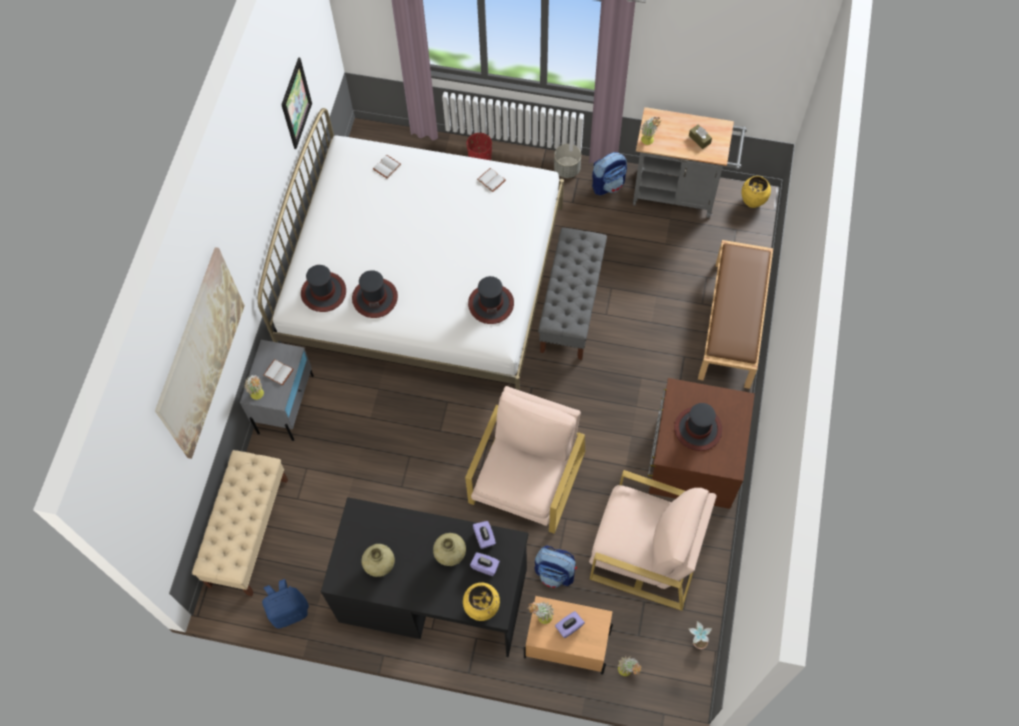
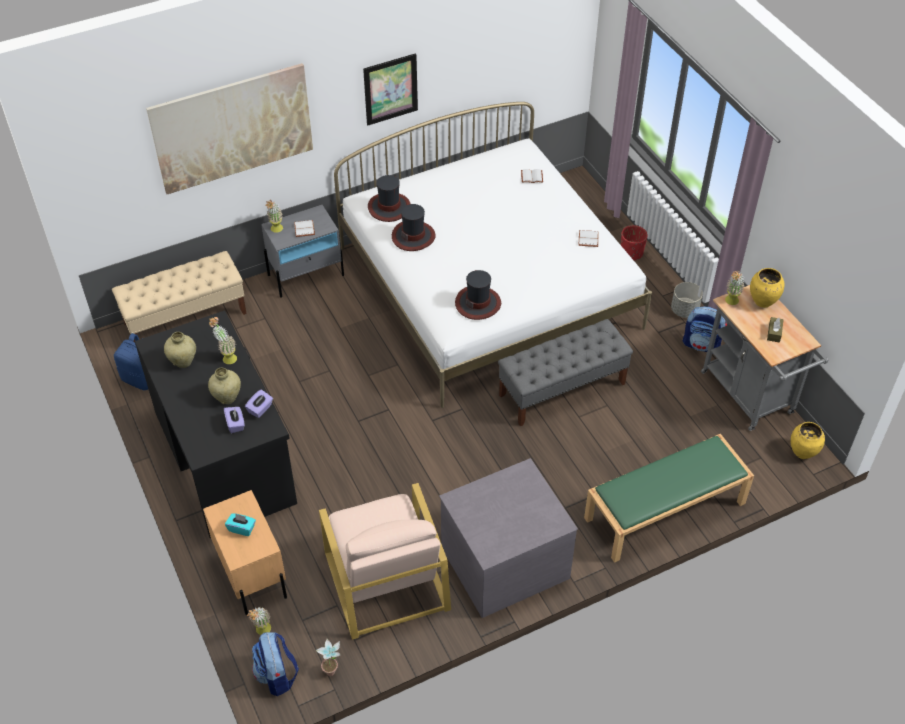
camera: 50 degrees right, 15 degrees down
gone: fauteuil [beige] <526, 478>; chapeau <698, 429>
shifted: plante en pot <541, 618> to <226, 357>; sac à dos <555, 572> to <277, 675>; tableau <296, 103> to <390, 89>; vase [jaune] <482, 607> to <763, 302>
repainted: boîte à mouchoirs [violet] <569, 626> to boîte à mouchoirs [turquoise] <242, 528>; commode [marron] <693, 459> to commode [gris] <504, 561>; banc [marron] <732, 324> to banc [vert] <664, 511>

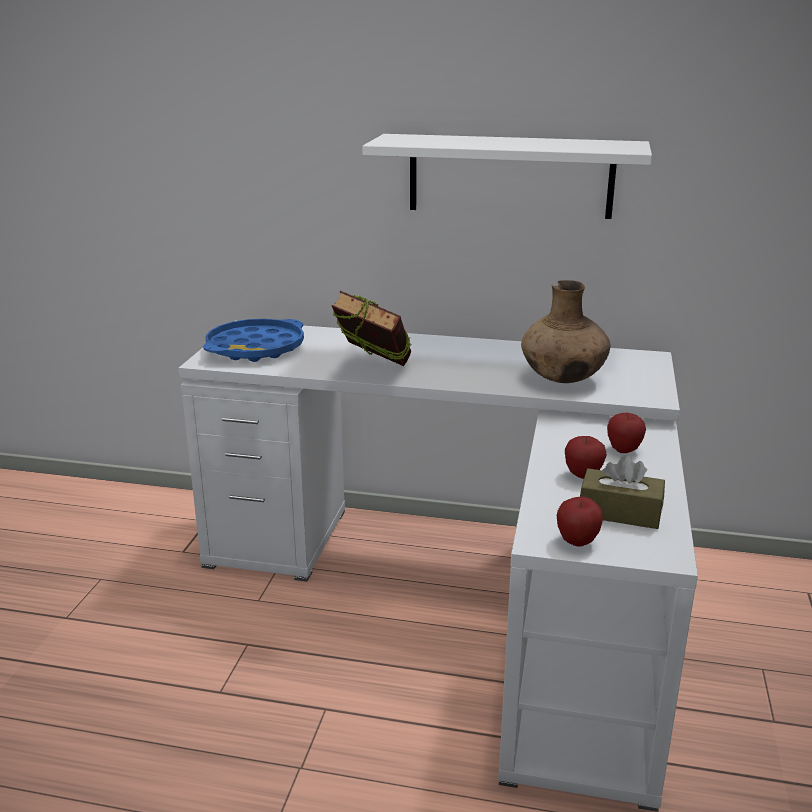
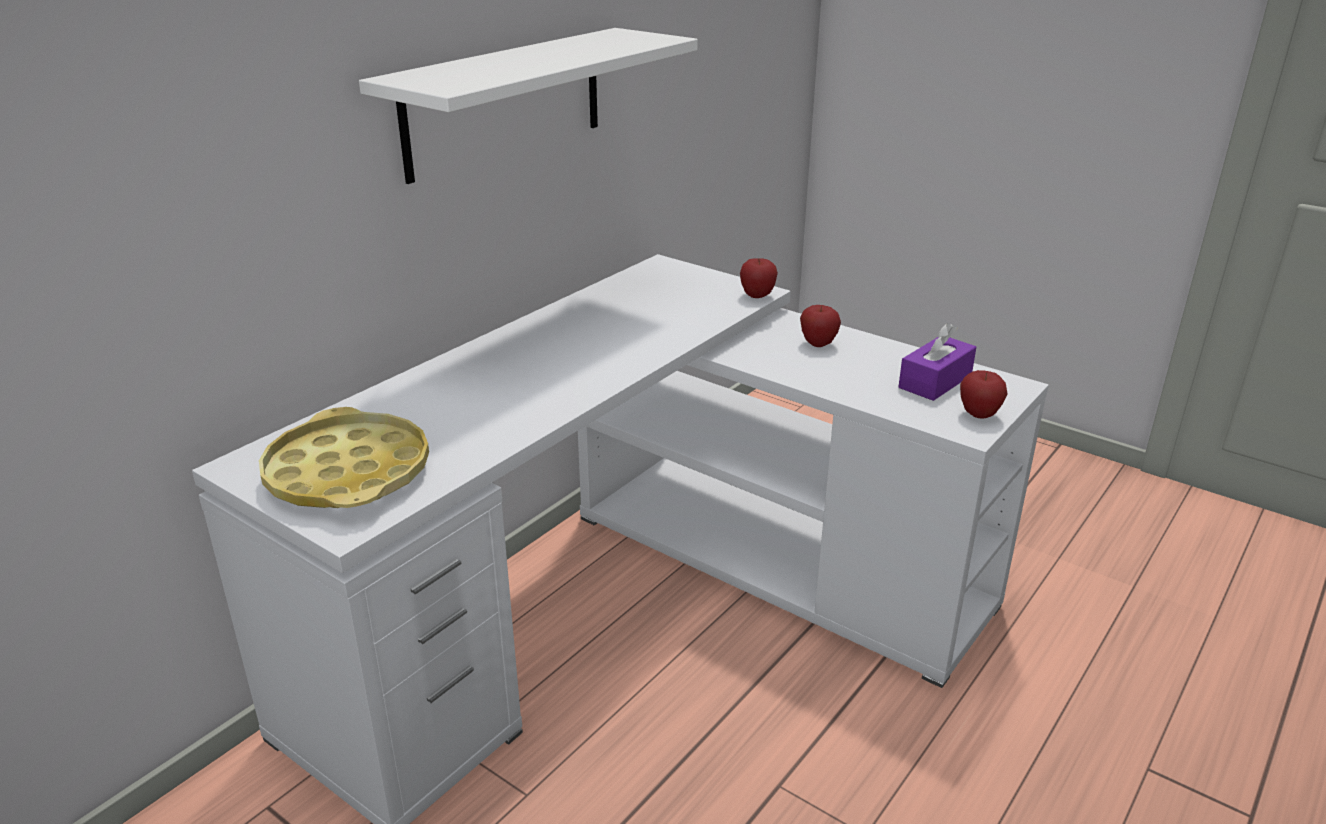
camera: 65 degrees left, 5 degrees up
gone: livre <373, 371>; vase [marron] <563, 379>
shifted: pomme <583, 476> to <757, 296>
repainted: plateau [bleu] <256, 348> to plateau [jaune] <348, 473>; boîte à mouchoirs [marron] <620, 512> to boîte à mouchoirs [violet] <935, 381>

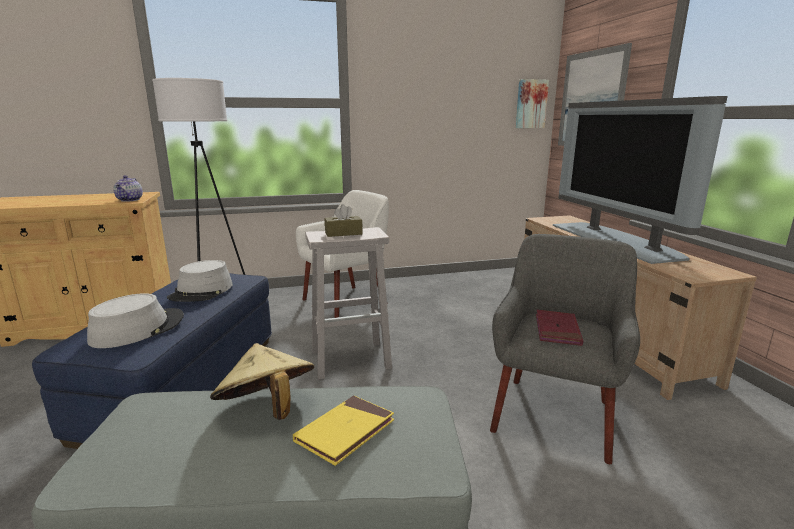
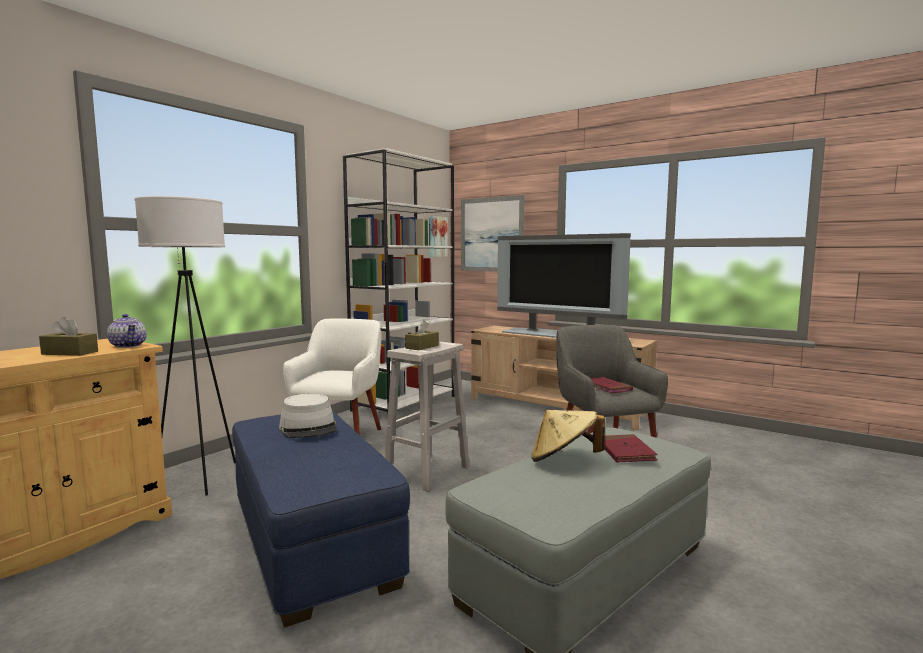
camera: 40 degrees left, 10 degrees down
gone: chapeau [gris] <138, 329>
new: boîte à mouchoirs [marron] <70, 353>; bibliothèque [blanc] <404, 403>
repainted: livre [jaune] <345, 432> to livre [rouge] <625, 452>

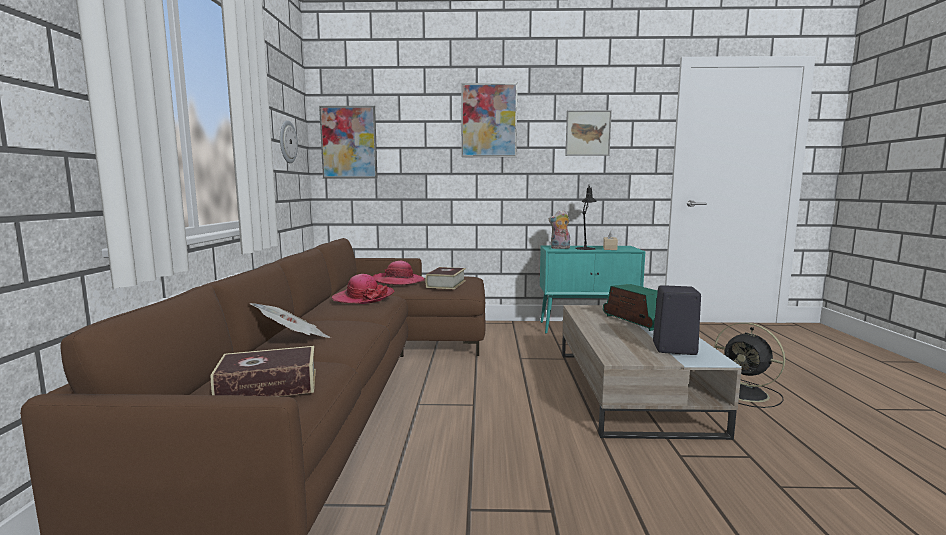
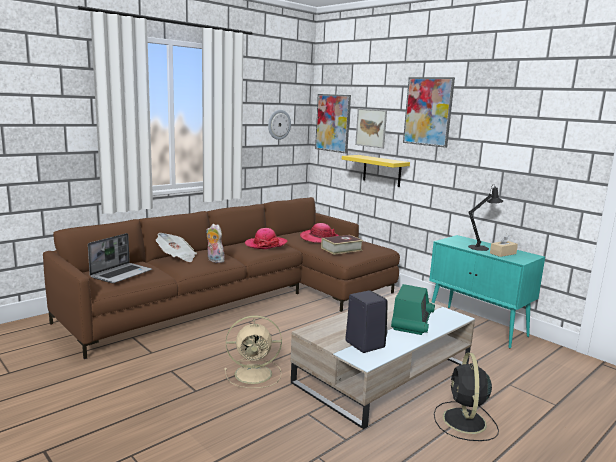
camera: 45 degrees right, 5 degrees up
new: ventilateur [beige] <255, 374>; étagère [jaune] <382, 170>
shifted: peluche <560, 248> to <214, 260>; tableau <588, 133> to <371, 128>
swapped: livre <268, 386> to ordinateur portable <121, 274>

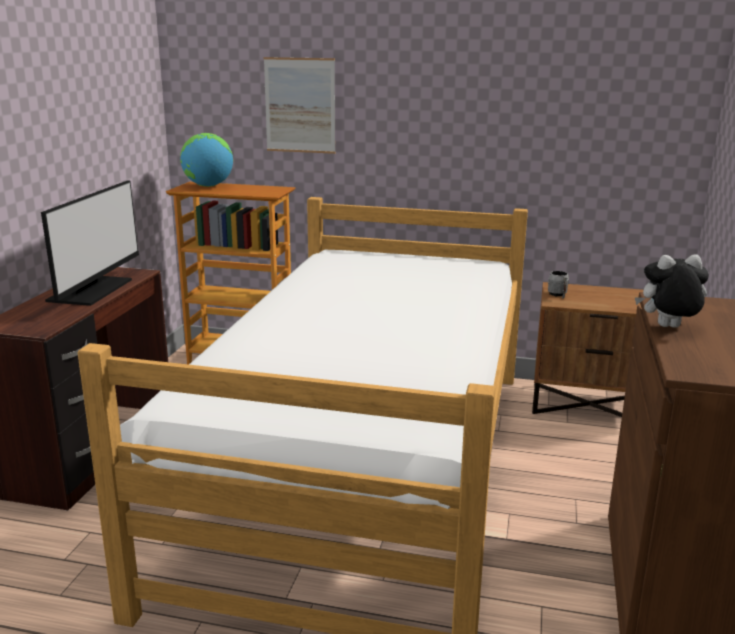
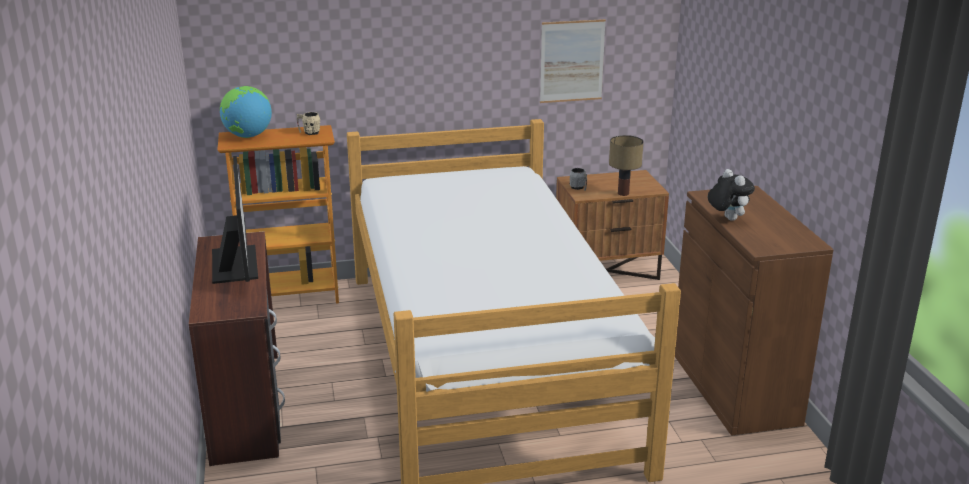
camera: 25 degrees left, 5 degrees up
new: mug [beige] <309, 132>; lampe de table <624, 193>
shifted: tableau <300, 105> to <572, 61>
rotated: peluche <668, 328> = <727, 218> 90 degrees clockwise

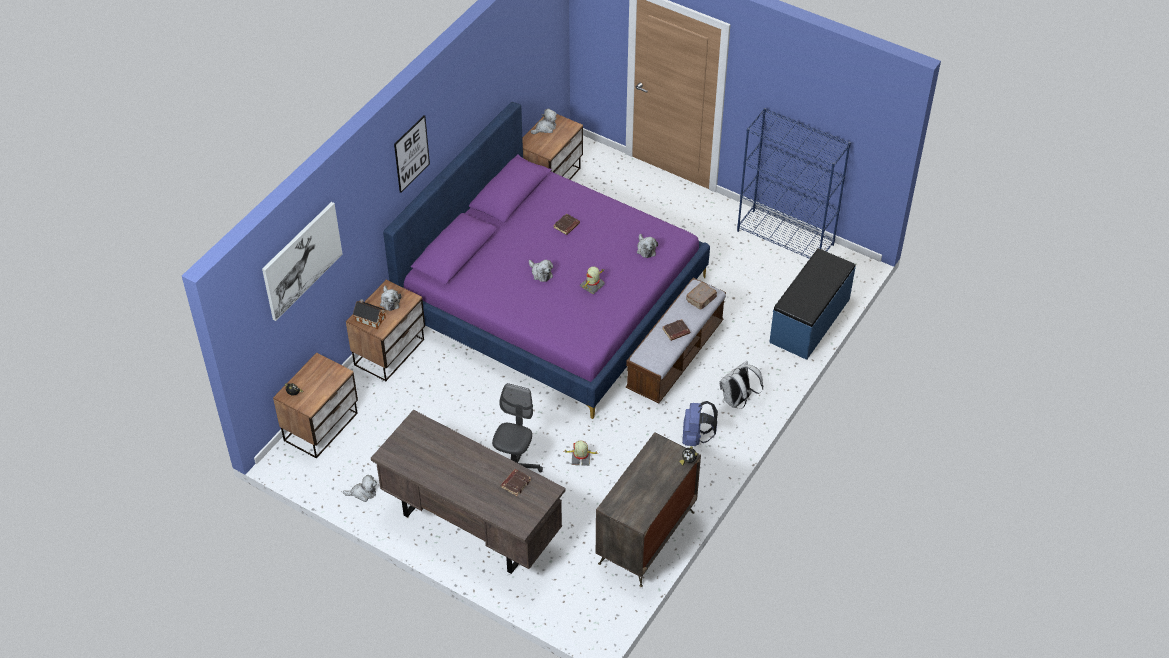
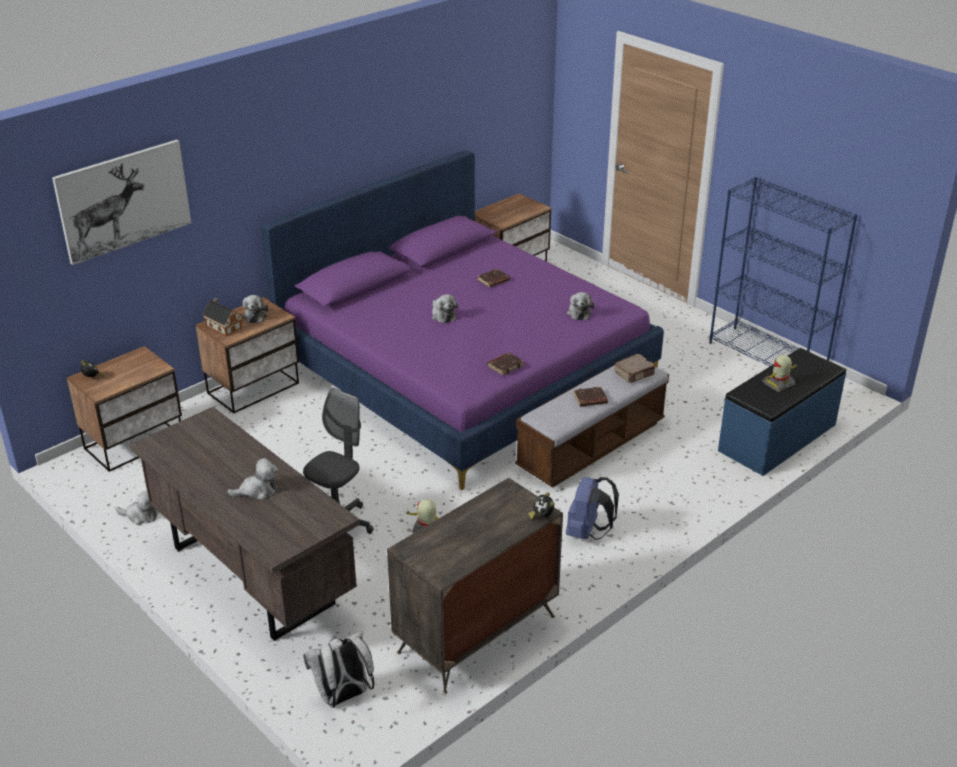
camera: 15 degrees right, 15 degrees down
gone: tableau <411, 153>
shifted: peluche <545, 128> to <257, 490>; sac à dos [blanc] <737, 400> to <343, 696>; livre [marron] <515, 483> to <505, 365>; robot jouet <592, 286> to <778, 384>

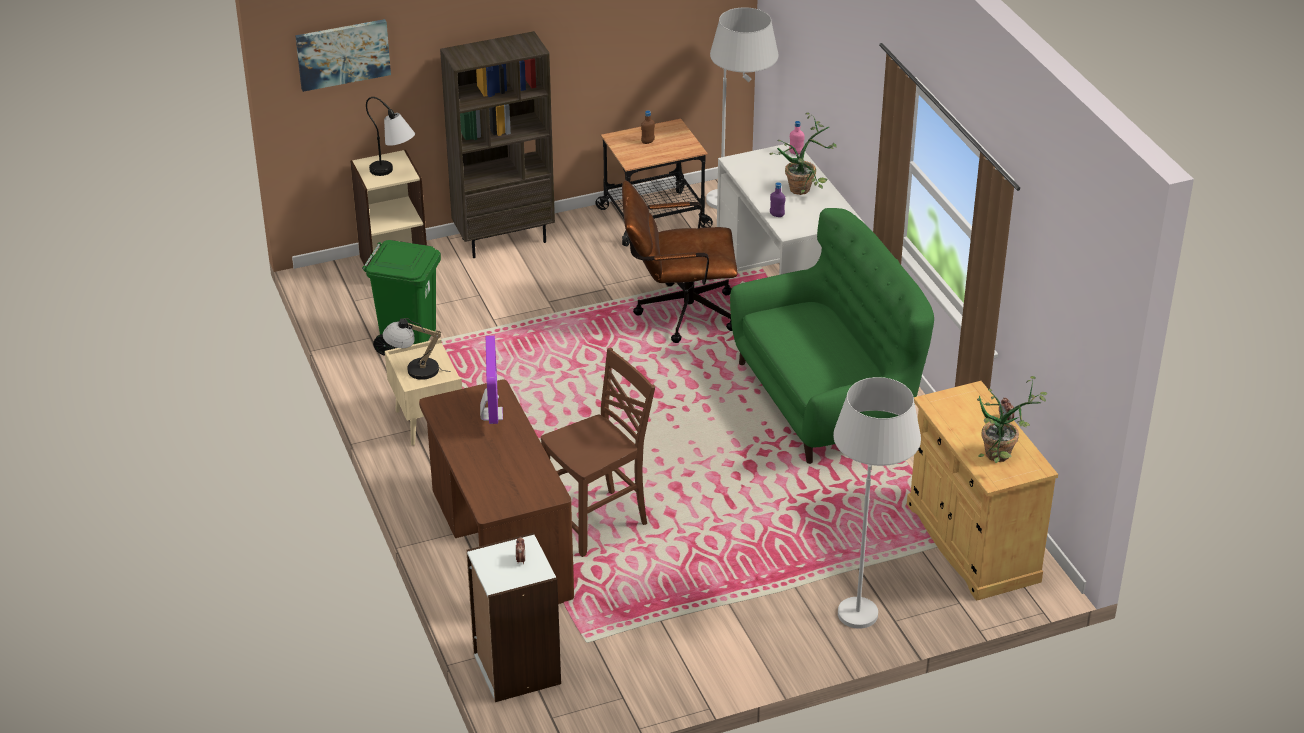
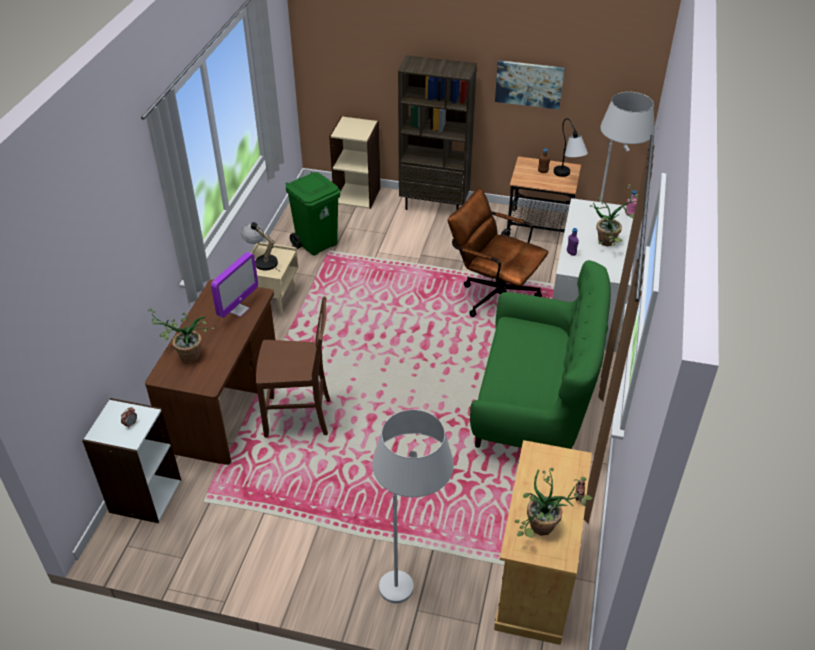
camera: 35 degrees right, 5 degrees up
new: plante en pot <184, 356>
shifted: tableau <343, 54> to <529, 84>; lampe de table <394, 174> to <567, 178>

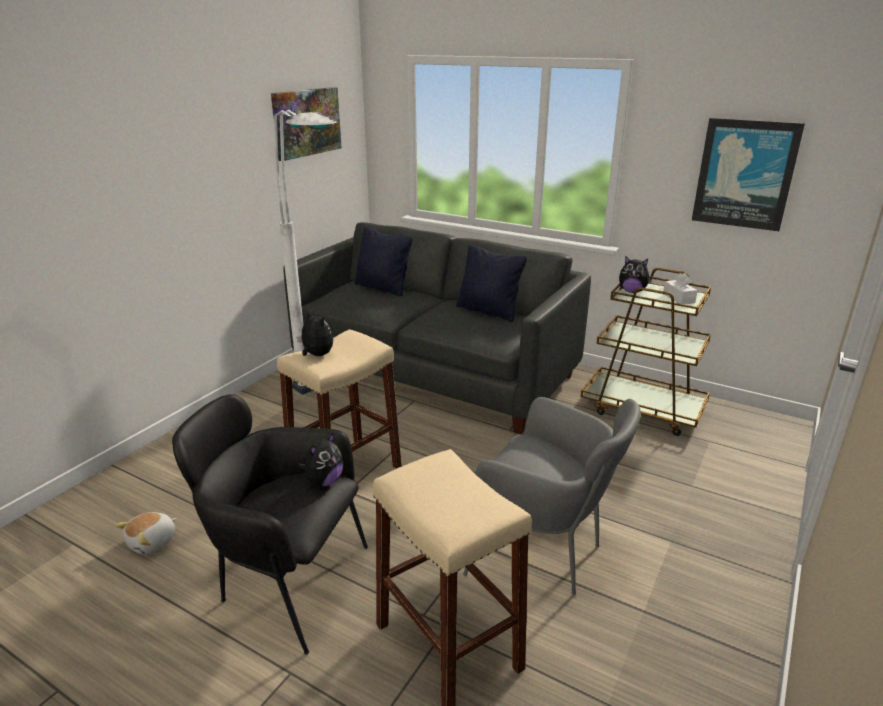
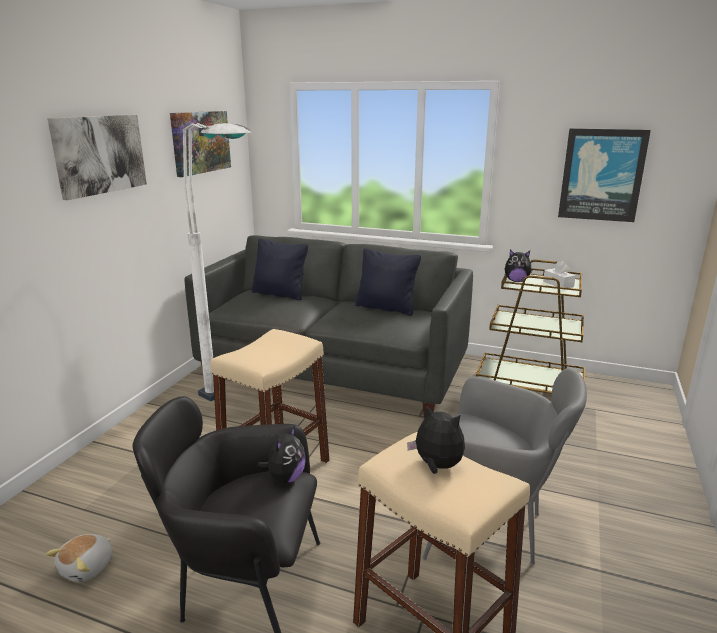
camera: 10 degrees left, 5 degrees down
new: tableau <99, 154>
shifted: peluche <316, 355> to <437, 466>

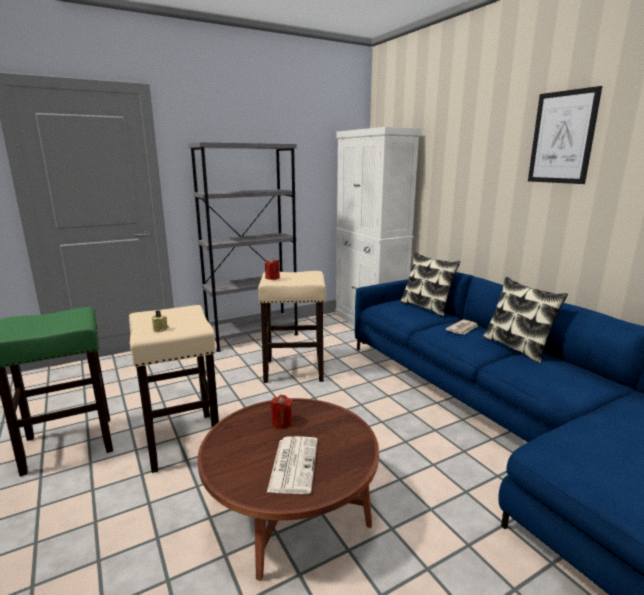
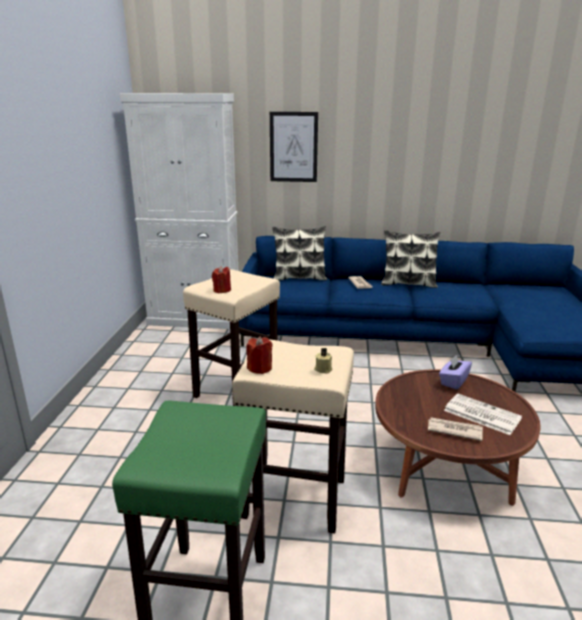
camera: 55 degrees left, 5 degrees up
gone: bibliothèque [gris] <253, 336>
new: journal <454, 430>; boîte à mouchoirs [violet] <453, 381>
shifted: bougie [rouge] <282, 422> to <260, 368>; tableau <562, 137> to <293, 147>

